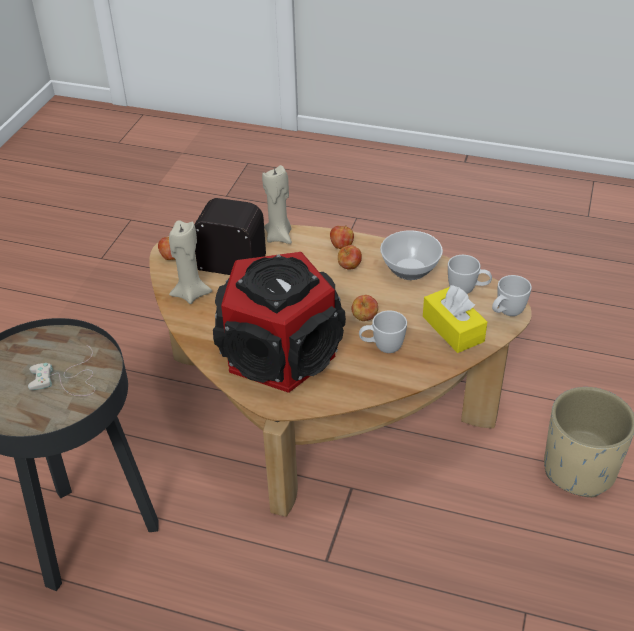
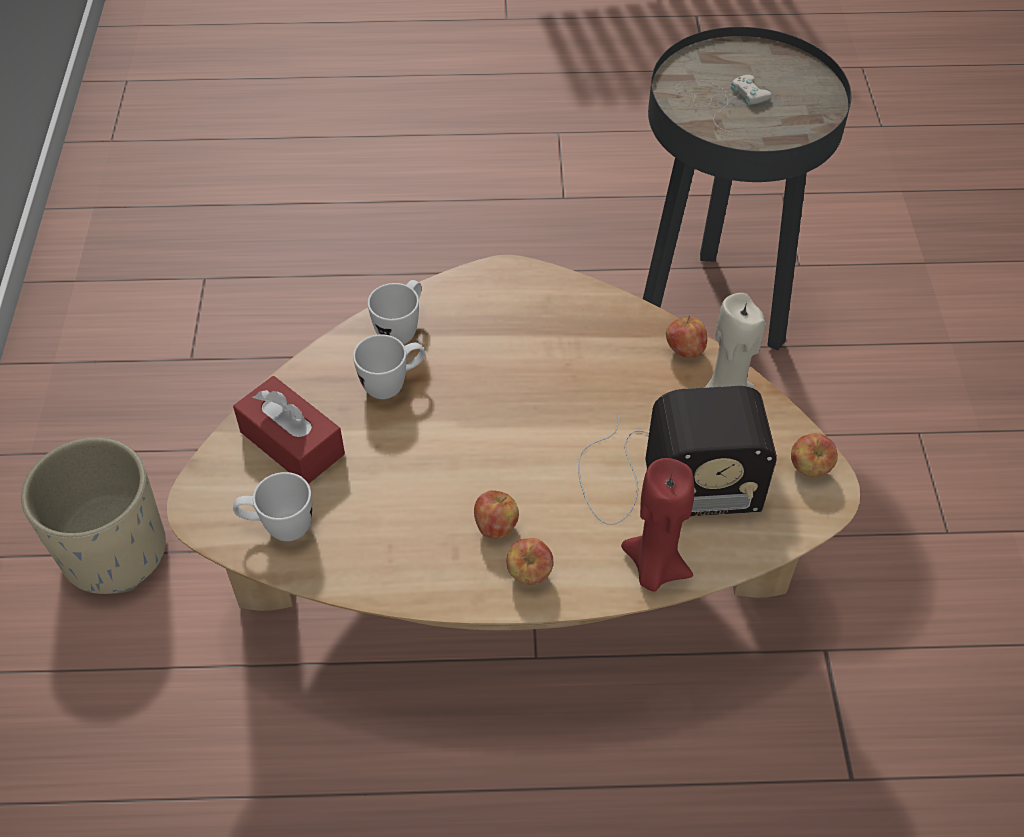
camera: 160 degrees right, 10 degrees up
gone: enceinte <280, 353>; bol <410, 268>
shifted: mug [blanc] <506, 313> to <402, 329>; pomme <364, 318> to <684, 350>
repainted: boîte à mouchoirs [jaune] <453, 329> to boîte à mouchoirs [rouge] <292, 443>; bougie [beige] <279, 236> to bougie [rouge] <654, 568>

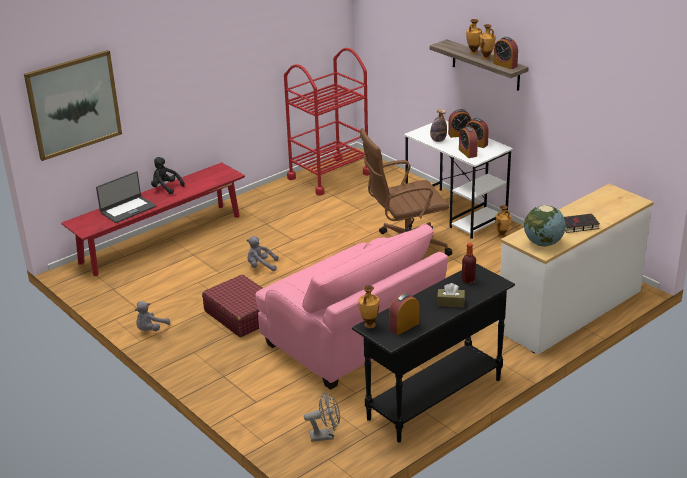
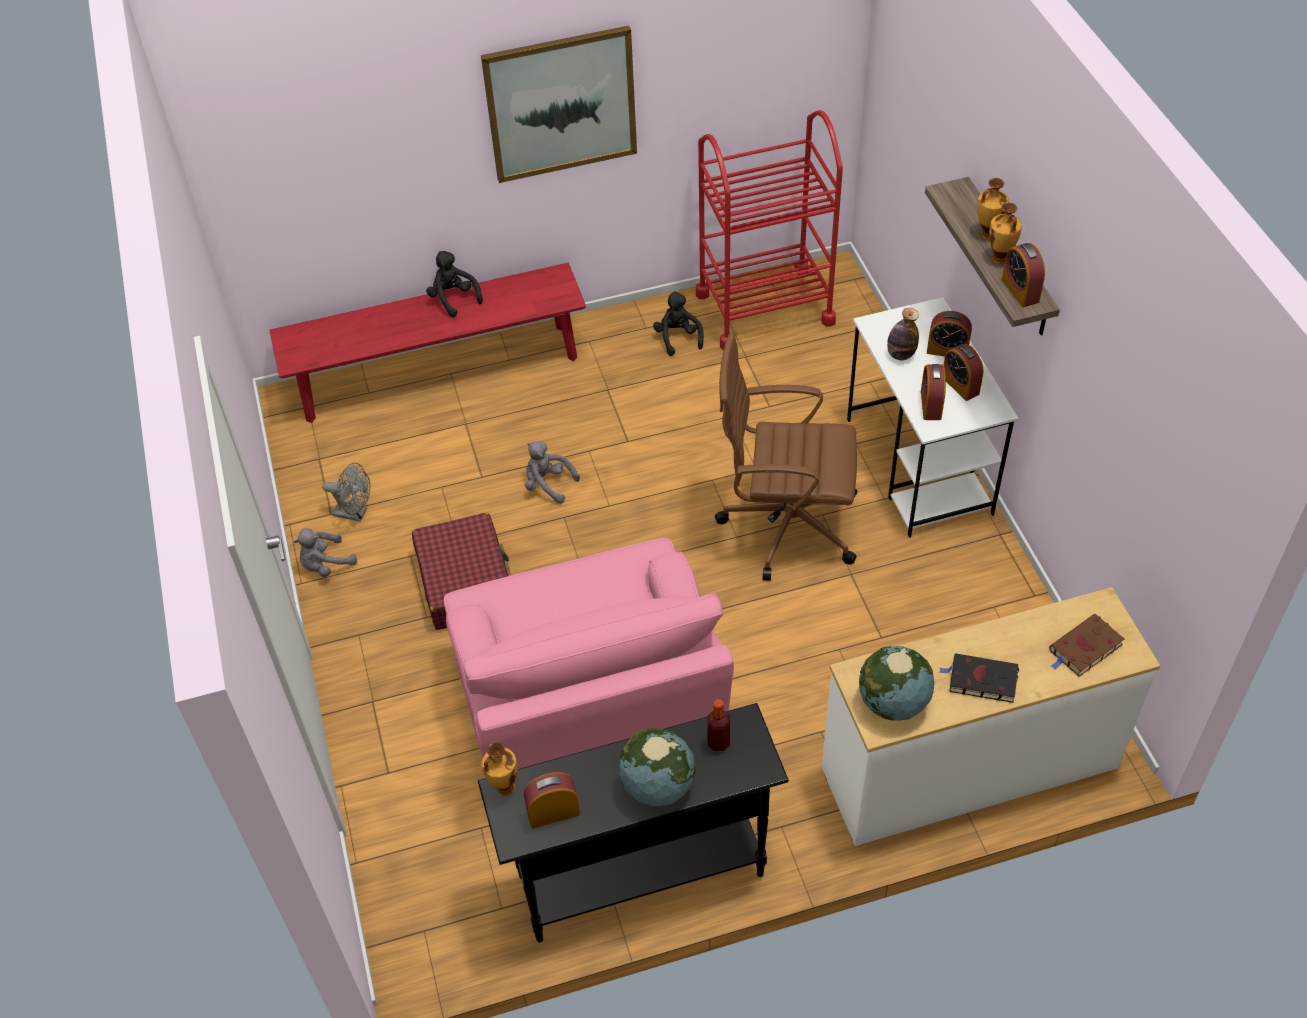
camera: 25 degrees right, 20 degrees up
gone: ordinateur portable <128, 209>; vase <502, 235>
new: peluche [noir] <678, 338>; livre [marron] <1084, 649>
shifted: ventilateur [gris] <325, 436> to <355, 513>; tableau <74, 104> to <561, 104>
swapped: boîte à mouchoirs [marron] <450, 303> to globe <657, 786>

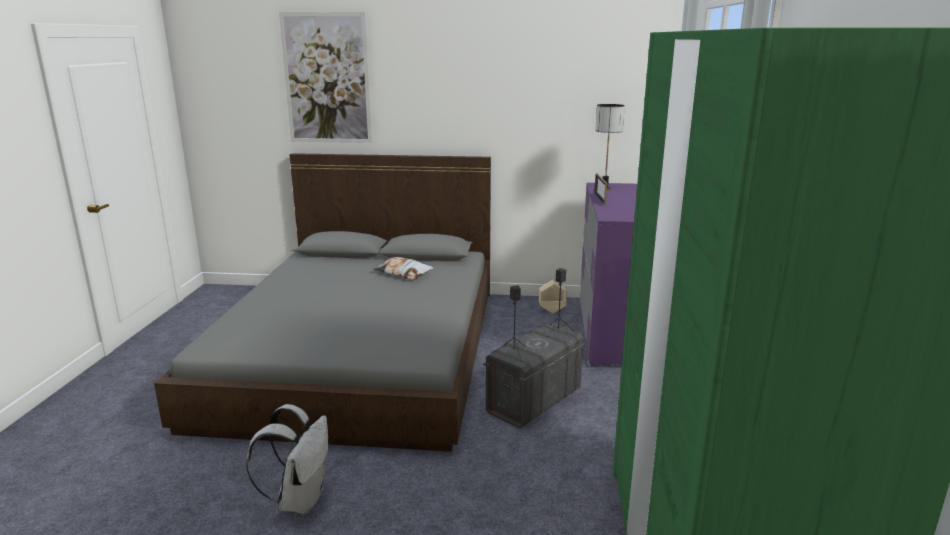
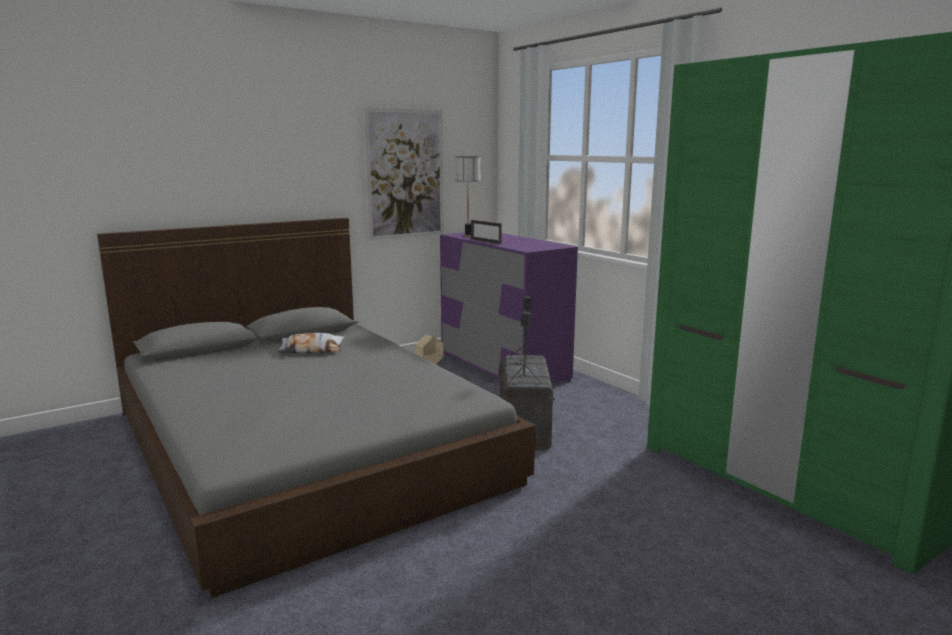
camera: 40 degrees left, 5 degrees down
gone: sac à dos [blanc] <300, 499>
shifted: tableau <327, 79> to <405, 174>

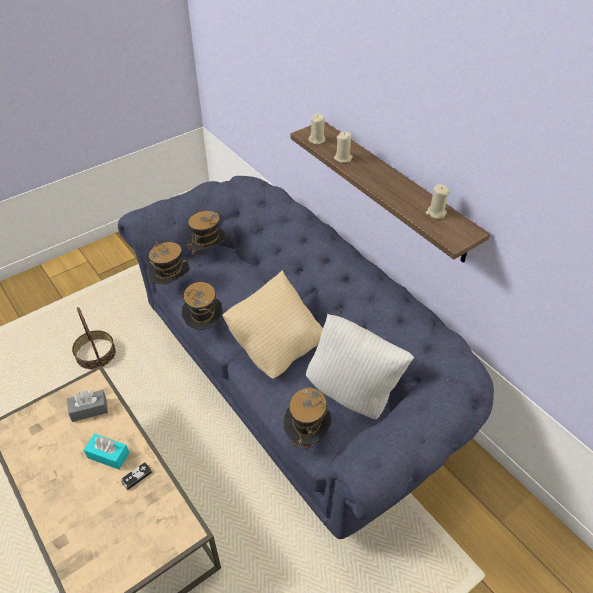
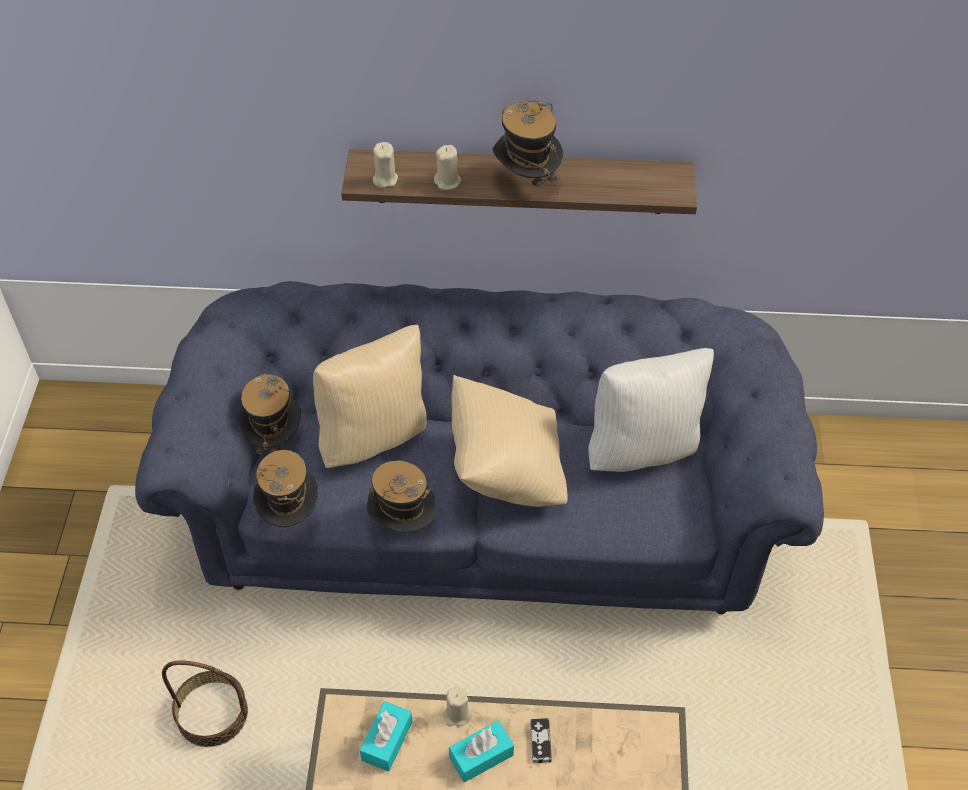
camera: 50 degrees left, 5 degrees up
new: coussin [beige] <374, 435>
shifted: bougie [beige] <436, 213> to <457, 715>; chapeau <307, 435> to <526, 181>
repainted: boîte à mouchoirs [gris] <89, 410> to boîte à mouchoirs [turquoise] <387, 741>

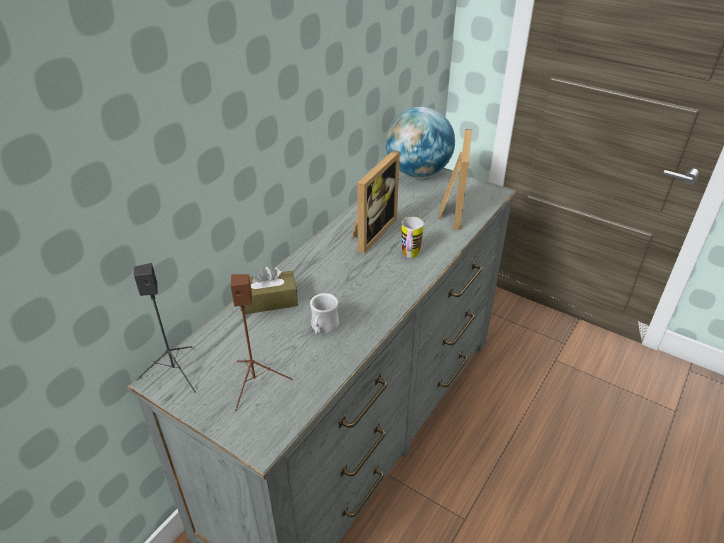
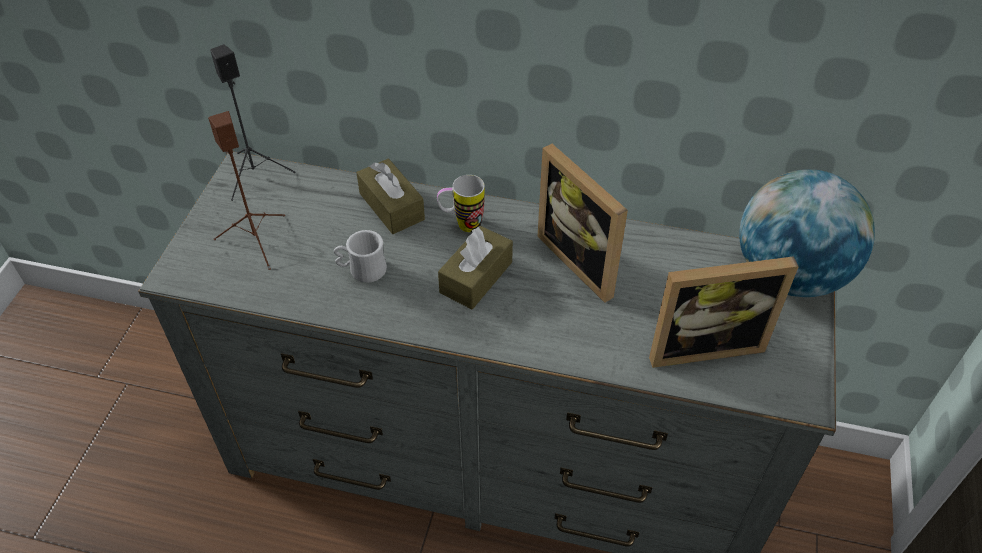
camera: 70 degrees right, 10 degrees up
new: boîte à mouchoirs [marron] <476, 277>
shifted: mug <409, 256> to <461, 225>
rotated: cadre photo <370, 232> = <584, 260> 45 degrees clockwise

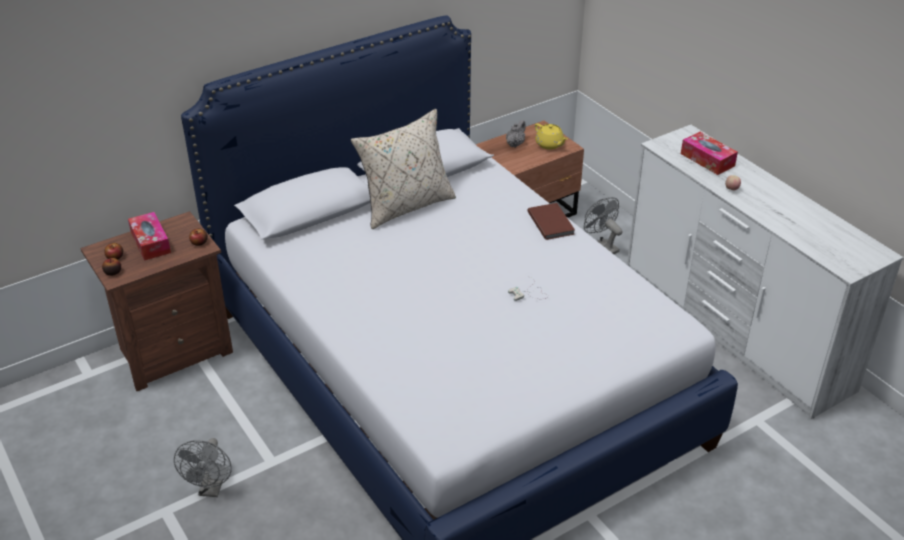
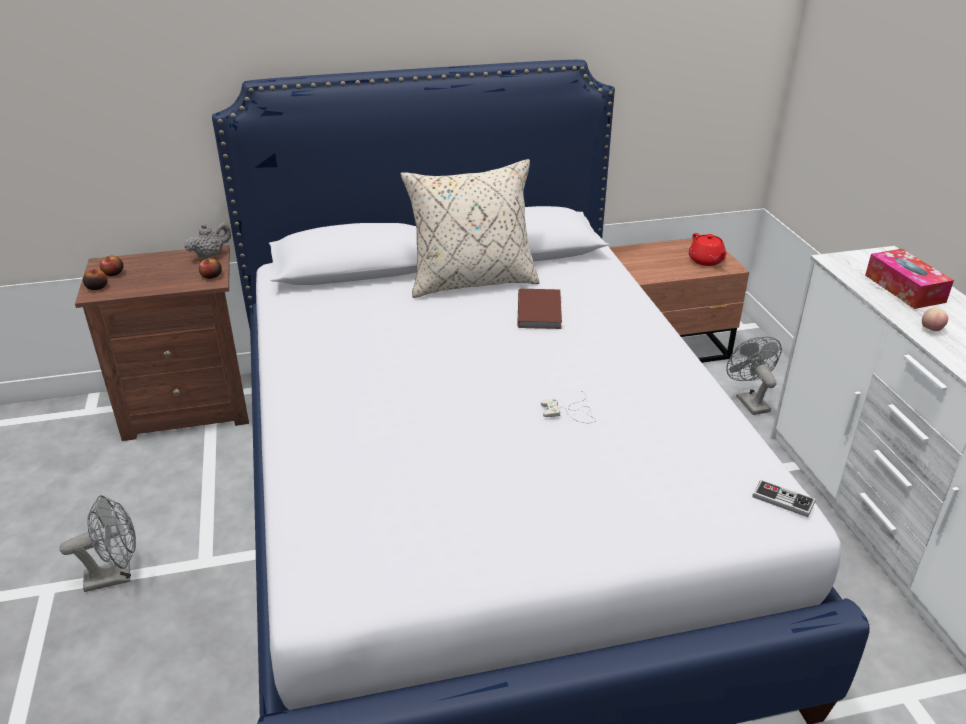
camera: 20 degrees right, 5 degrees down
gone: boîte à mouchoirs <150, 242>
new: manette <783, 500>
shifted: théière [gris] <515, 144> to <210, 255>; livre [marron] <551, 222> to <541, 311>
repainted: théière [jaune] <550, 144> to théière [rouge] <706, 261>
rotated: ventilateur [gris] <211, 489> = <116, 576> 135 degrees counterclockwise

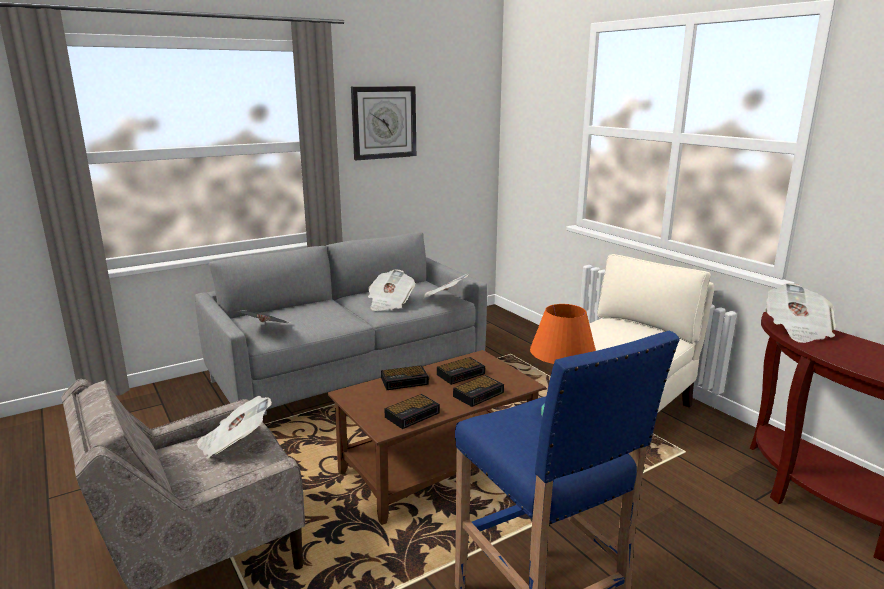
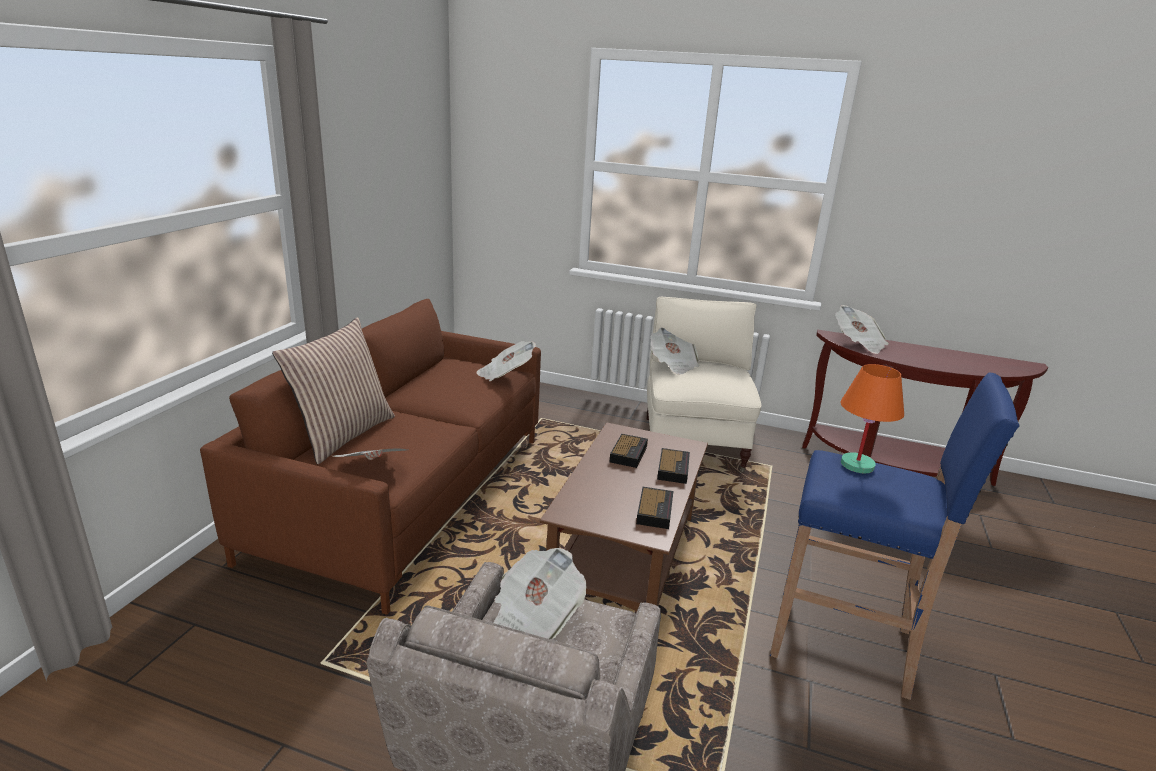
camera: 40 degrees left, 5 degrees up
gone: horloge murale <384, 122>; réveil <405, 381>
new: coussin <343, 434>
shifted: journal <389, 303> to <673, 364>
repainted: canapé [gris] <349, 375> to canapé [marron] <406, 494>

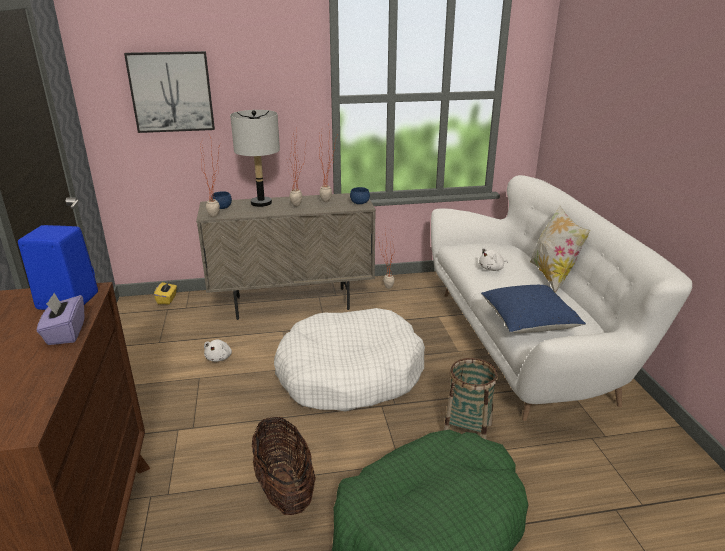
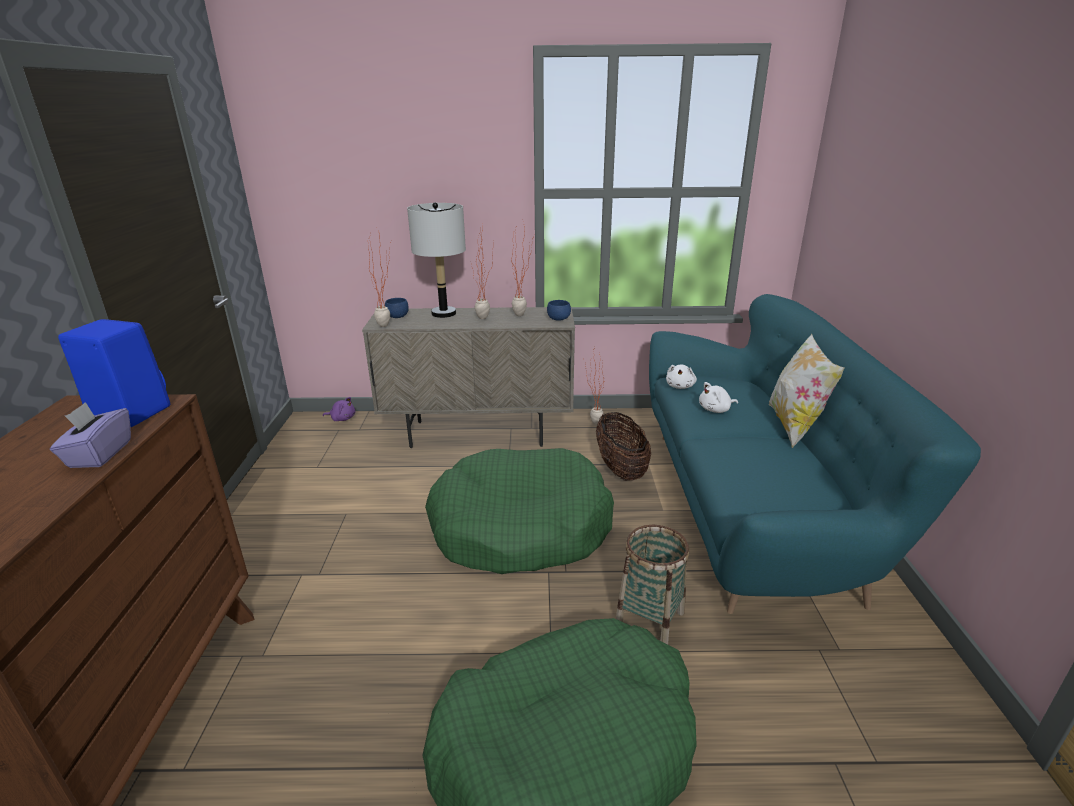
camera: 10 degrees right, 0 degrees up
gone: tableau <171, 92>; coussin [bleu] <528, 322>
shifted: panier <284, 489> to <620, 469>; peluche [blanc] <219, 357> to <680, 386>
swapped: boîte à mouchoirs [jaune] <167, 299> to peluche [violet] <342, 418>
repainted: panier pour chien [blanc] <349, 374> to panier pour chien [vert] <520, 527>; canapé [blanc] <525, 342> to canapé [turquoise] <753, 507>

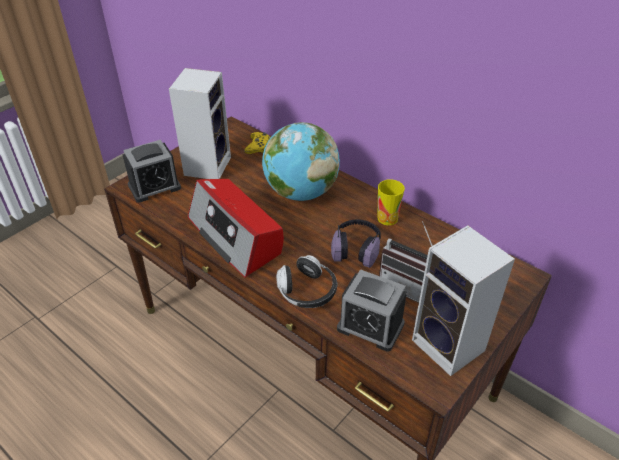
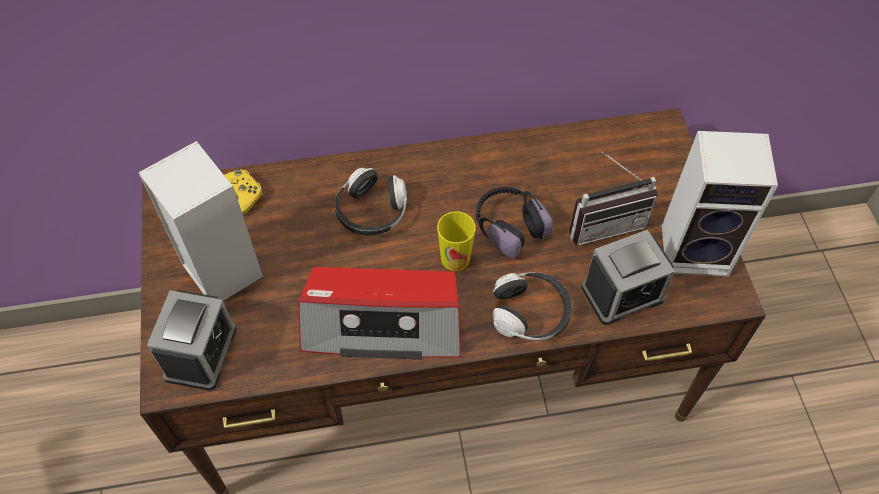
camera: 50 degrees left, 15 degrees up
shifted: tasse <387, 218> to <455, 258>
swapped: globe <300, 192> to casque audio <371, 212>

